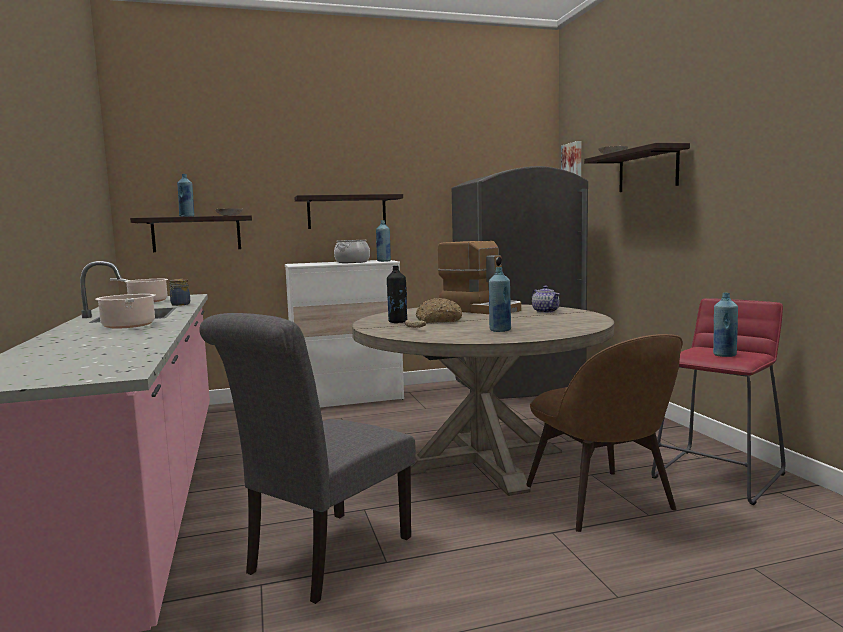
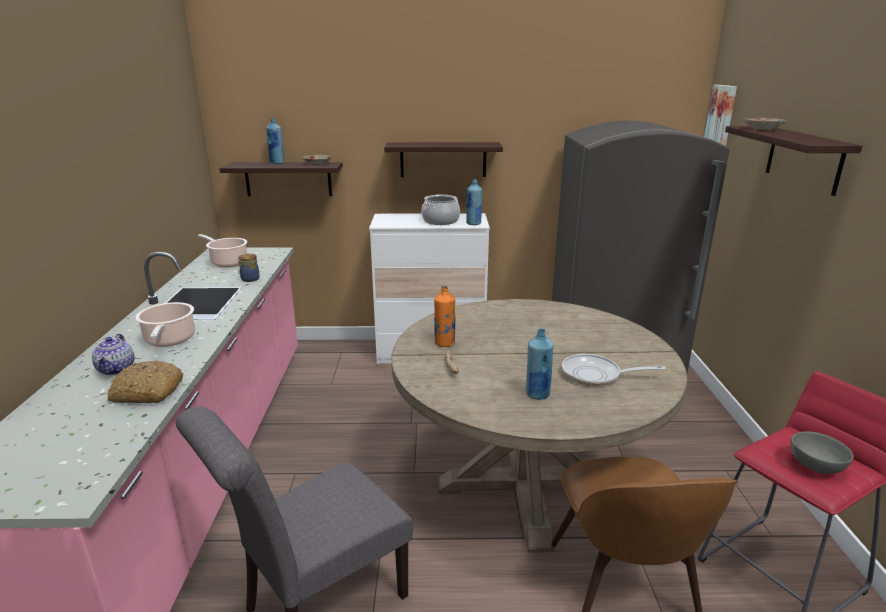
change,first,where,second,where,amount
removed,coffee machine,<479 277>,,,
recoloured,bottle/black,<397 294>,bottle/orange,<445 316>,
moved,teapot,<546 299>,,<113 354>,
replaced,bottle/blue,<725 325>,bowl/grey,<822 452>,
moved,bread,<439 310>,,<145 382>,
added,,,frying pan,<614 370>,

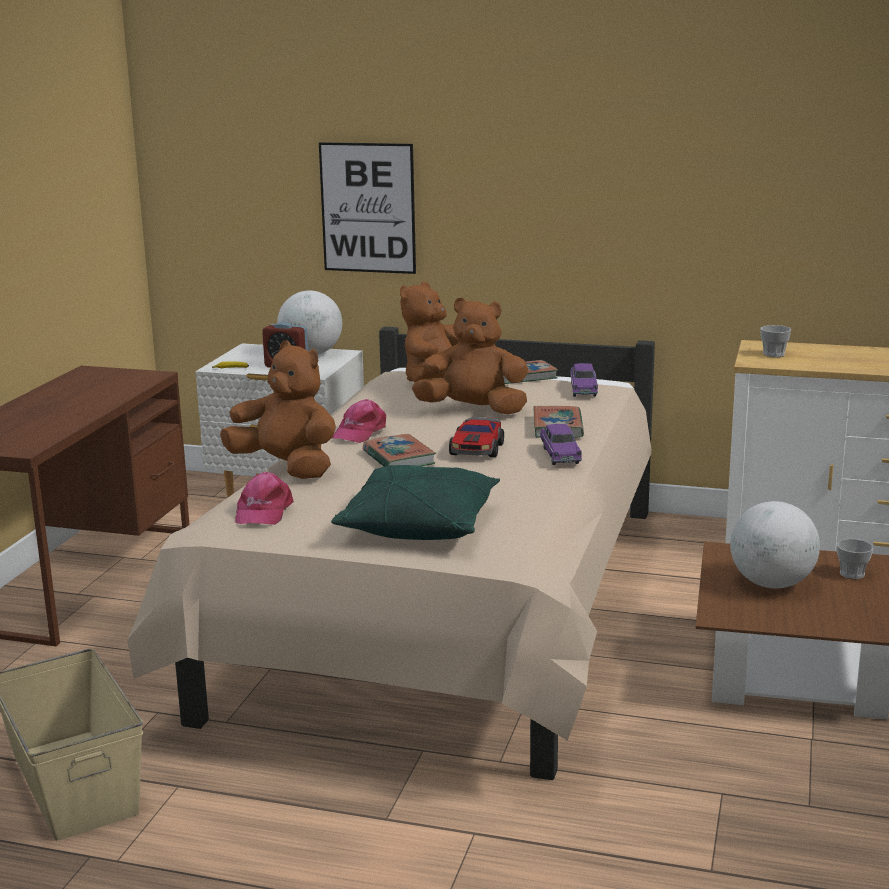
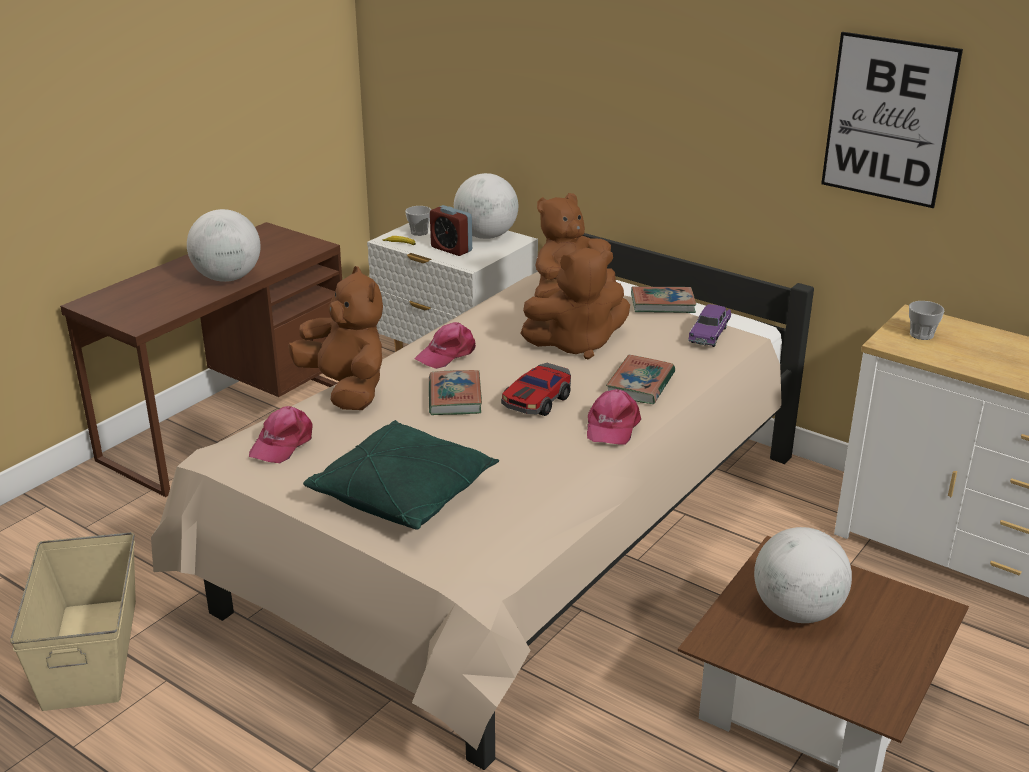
change,first,where,second,where,amount
moved,picture,<367 208>,,<892 120>,
turned,plush toy/brown,<470 356>,,<575 304>,135 degrees clockwise
replaced,toy car/purple,<561 444>,cap/pink,<614 417>,
moved,cup,<855 559>,,<418 221>,
added,,,globe,<224 245>,

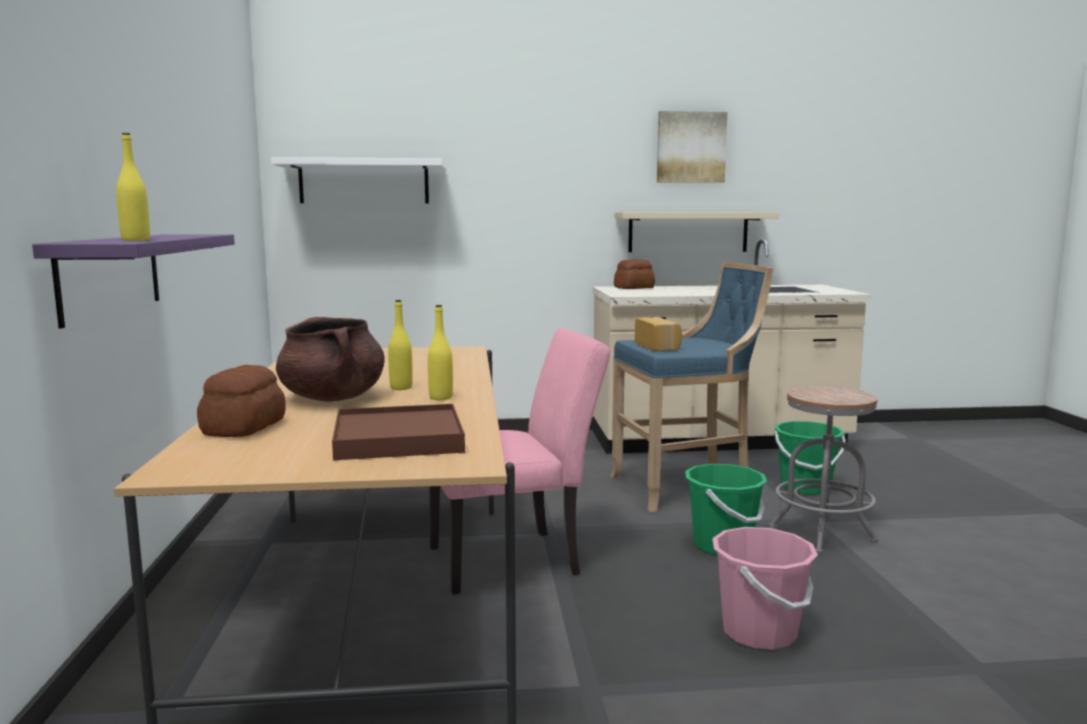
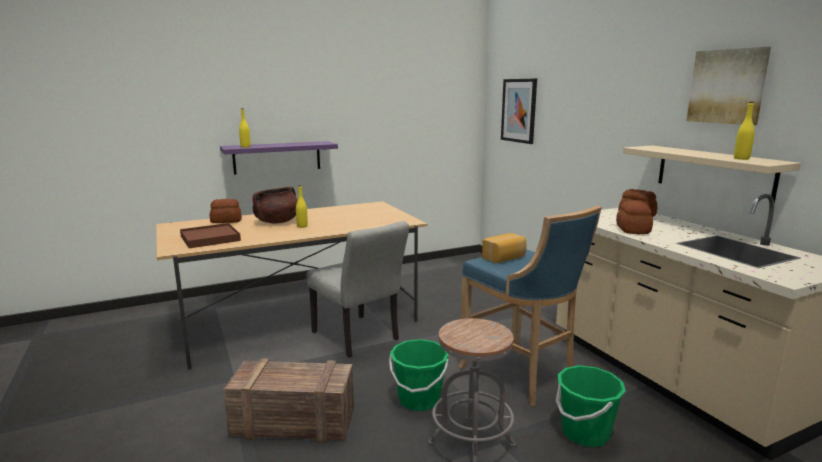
change,first,where,second,where,amount
replaced,shelf/white,<357 180>,picture,<519 111>,
moved,bottle/yellow,<440 352>,,<744 131>,
recoloured,chair/pink,<520 461>,chair/grey,<358 289>,
replaced,bucket/pink,<765 588>,crate,<288 400>,
added,,,bread,<634 217>,

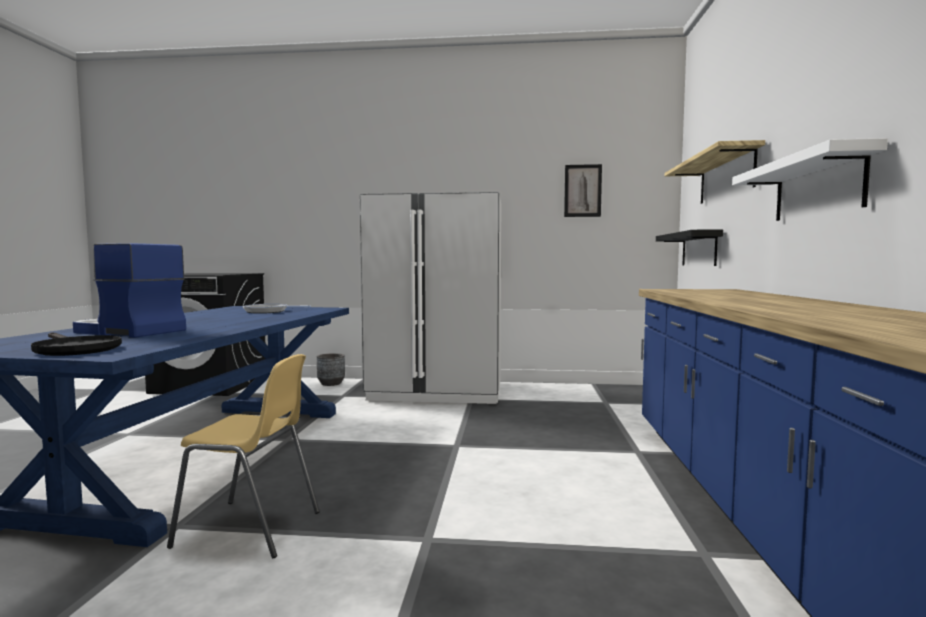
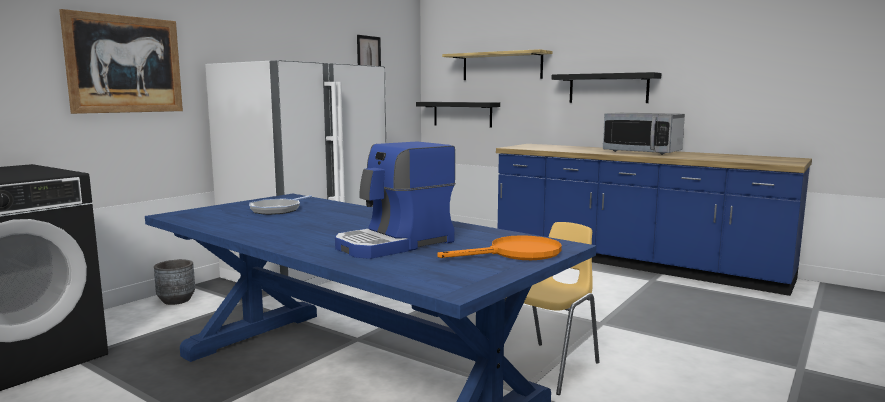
change,first,where,second,where,amount
recoloured,shelf/white,<810 179>,shelf/black,<606 87>,
recoloured,frying pan/black,<76 344>,frying pan/orange,<499 247>,
added,,,picture,<121 61>,
added,,,microwave,<644 134>,

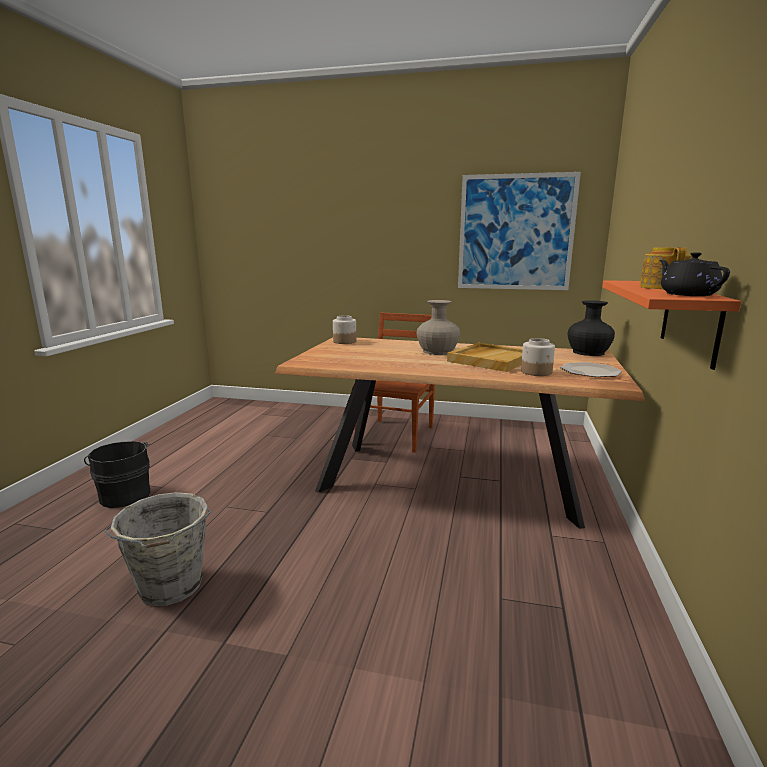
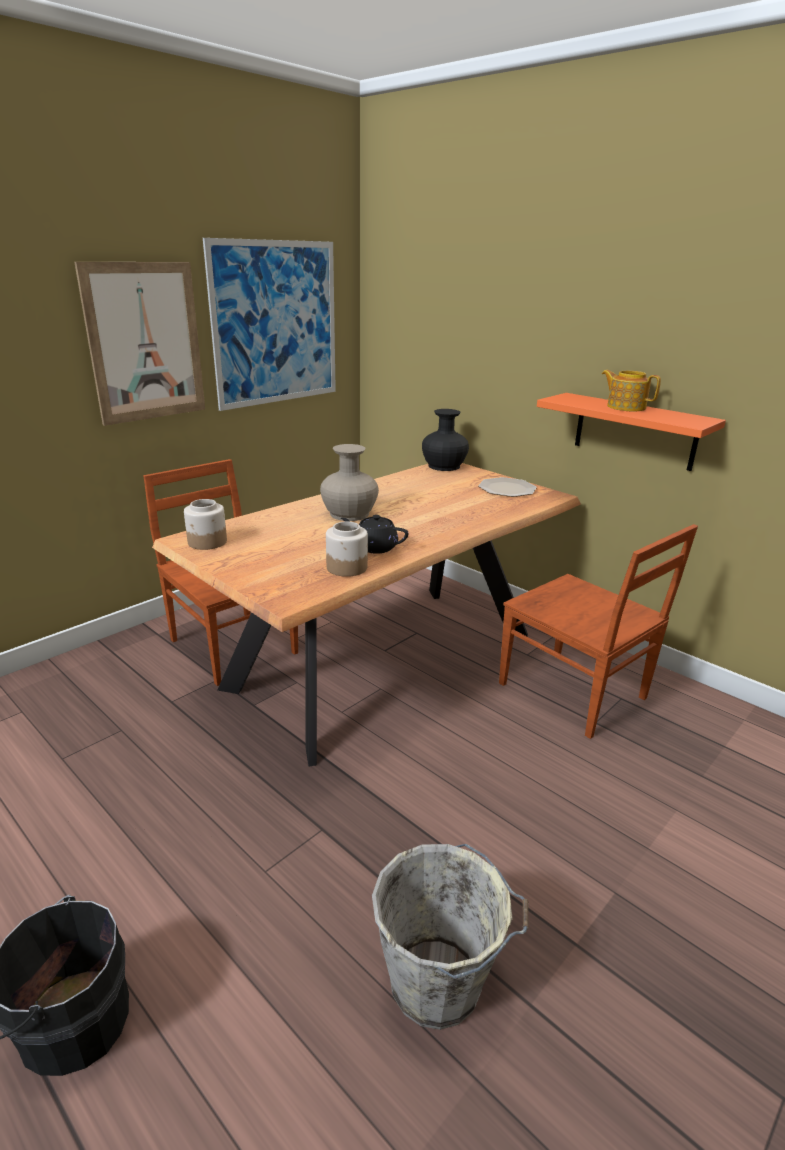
change,first,where,second,where,amount
moved,teapot/black,<694 274>,,<375 534>,
moved,jar,<538 357>,,<347 549>,
removed,tray/beige,<485 357>,,,
added,,,picture,<139 344>,
added,,,chair/brown,<598 631>,

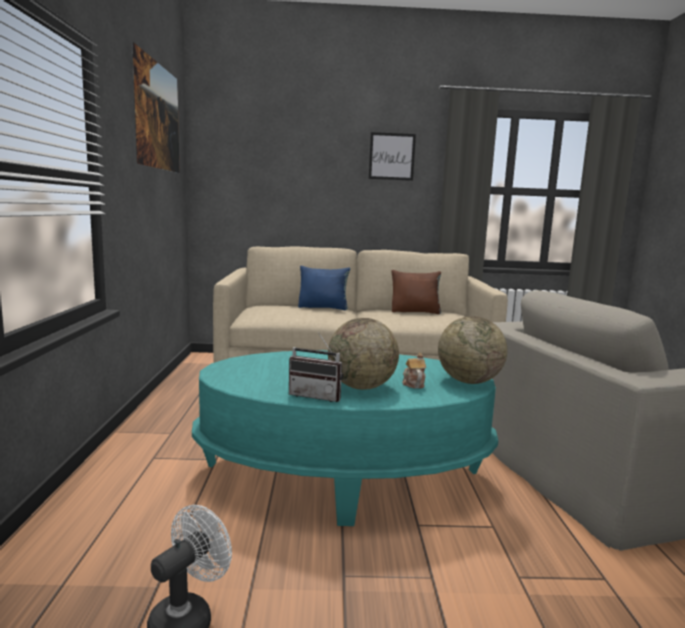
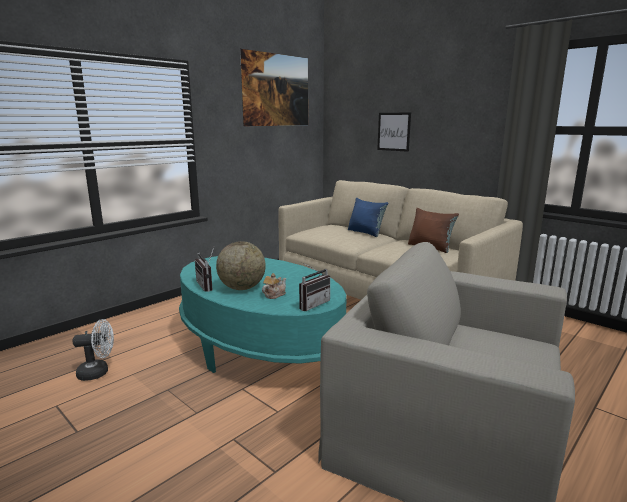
change,first,where,second,where,amount
moved,picture,<392 156>,,<394 132>,
replaced,globe,<472 350>,radio,<314 286>,

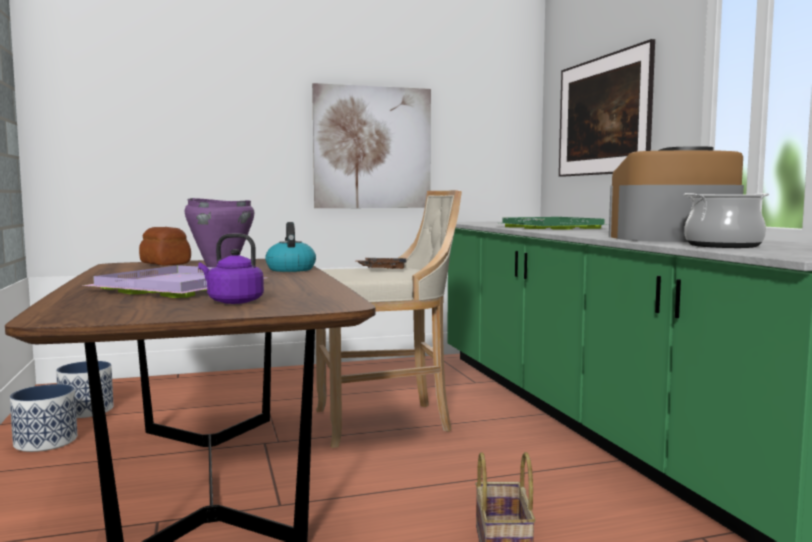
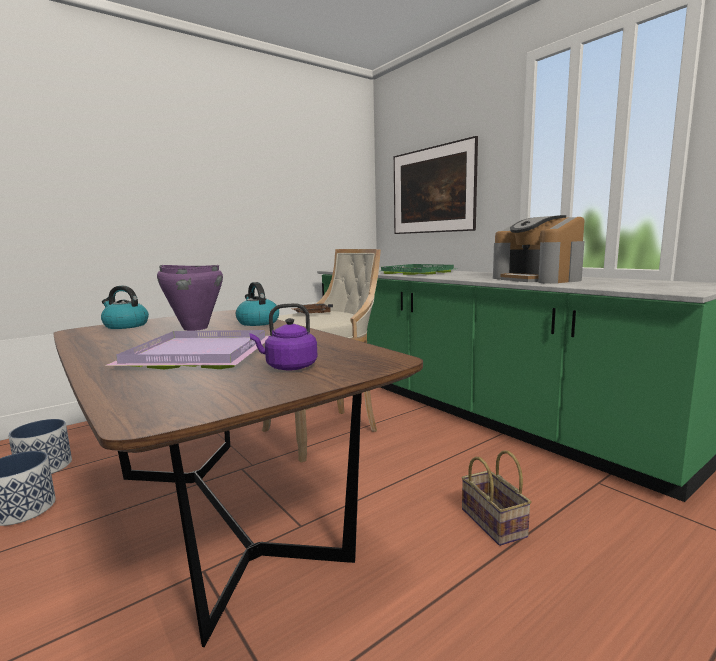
change,first,where,second,where,amount
removed,picture,<371 145>,,,
turned,coffee machine,<676 194>,,<539 249>,90 degrees counterclockwise
removed,cooking pot,<726 220>,,,
replaced,bread,<165 246>,kettle,<125 307>,

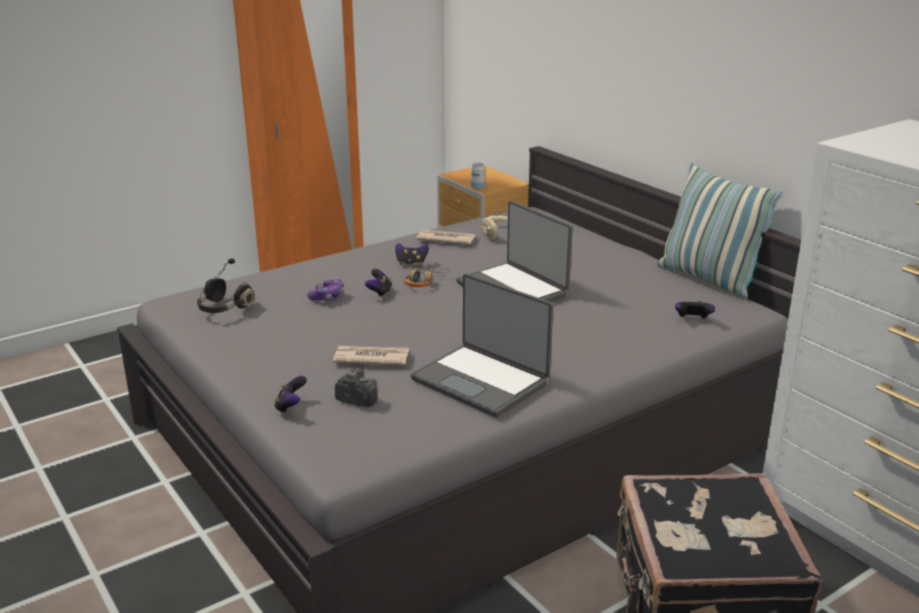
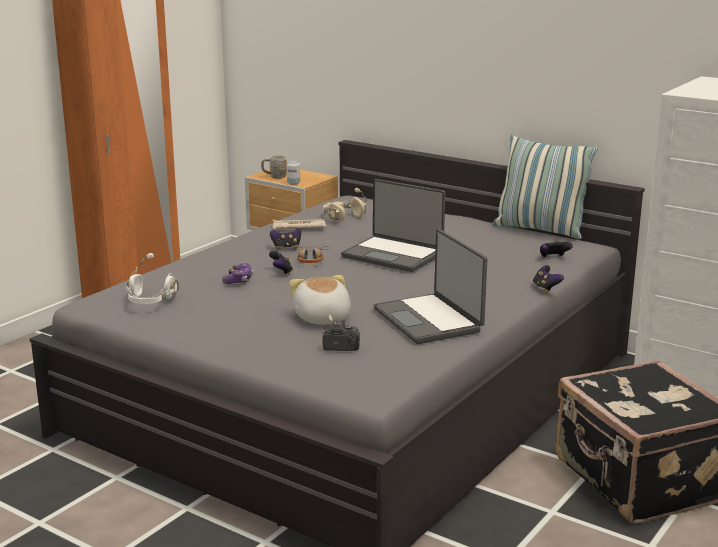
change,first,where,second,where,amount
recoloured,headphones/black,<226 285>,headphones/white,<152 278>,
turned,laptop,<481 345>,,<430 286>,45 degrees clockwise
replaced,newspaper,<371 355>,plush toy,<320 300>,
moved,game controller,<290 395>,,<548 279>,
added,,,mug/grey,<274 167>,

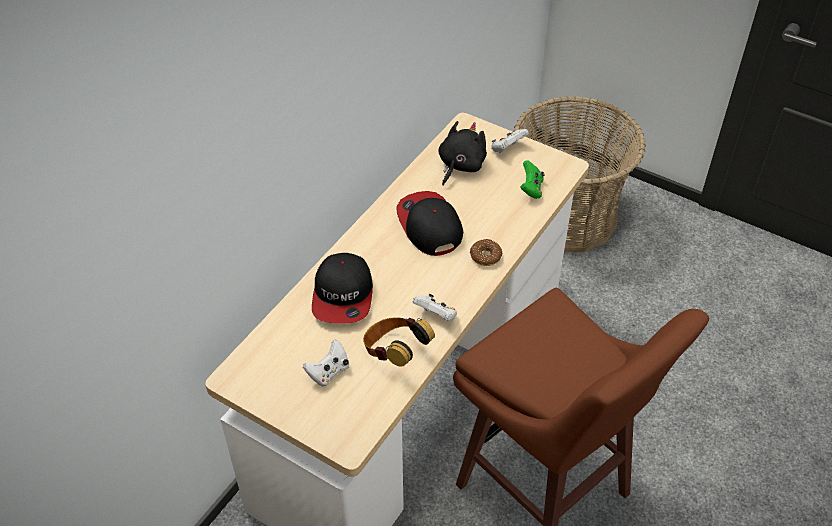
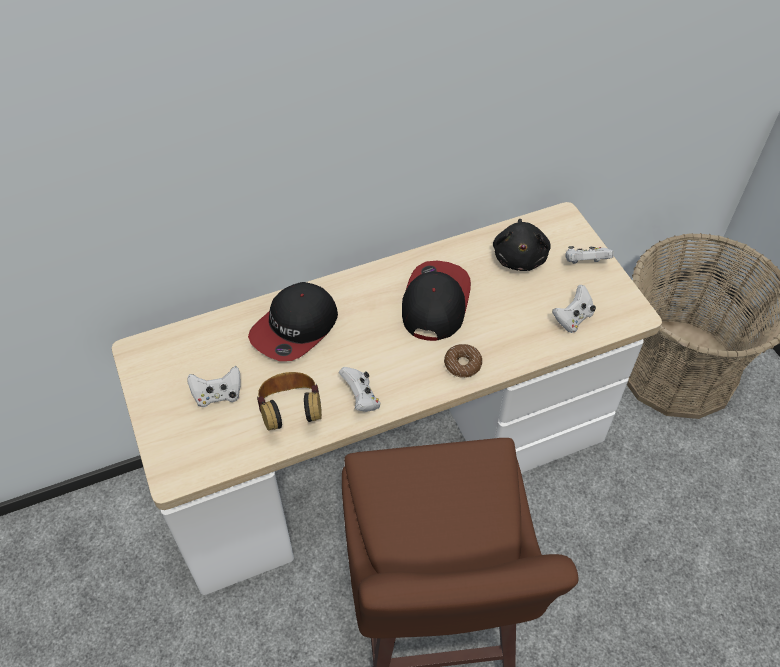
change,first,where,second,where,amount
turned,plush toy/black,<462 153>,,<522 245>,120 degrees clockwise
recoloured,game controller/green,<532 179>,game controller/white,<574 309>,

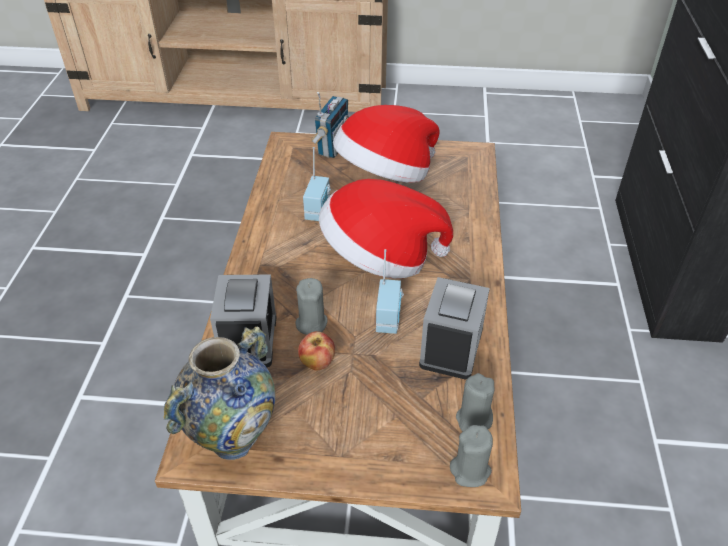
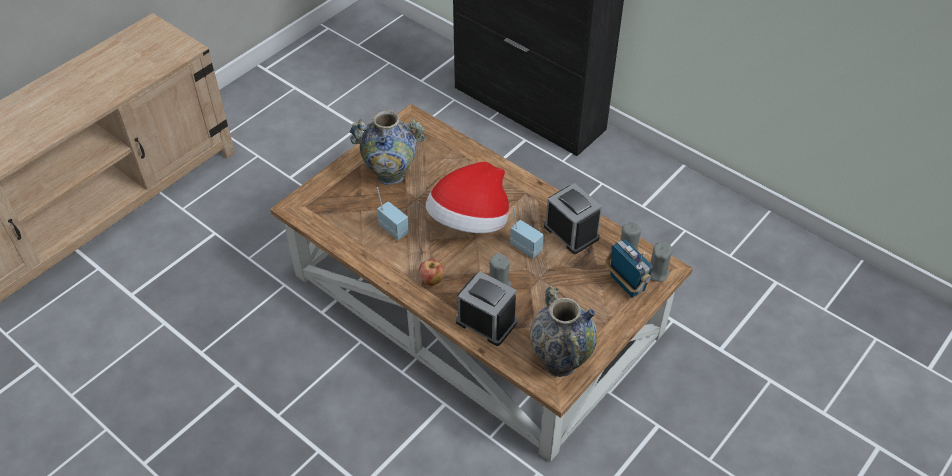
change,first,where,second,where,amount
moved,radio,<329 125>,,<629 268>,
replaced,hat,<386 144>,vase,<387 147>,
moved,apple,<316 351>,,<431 272>,

